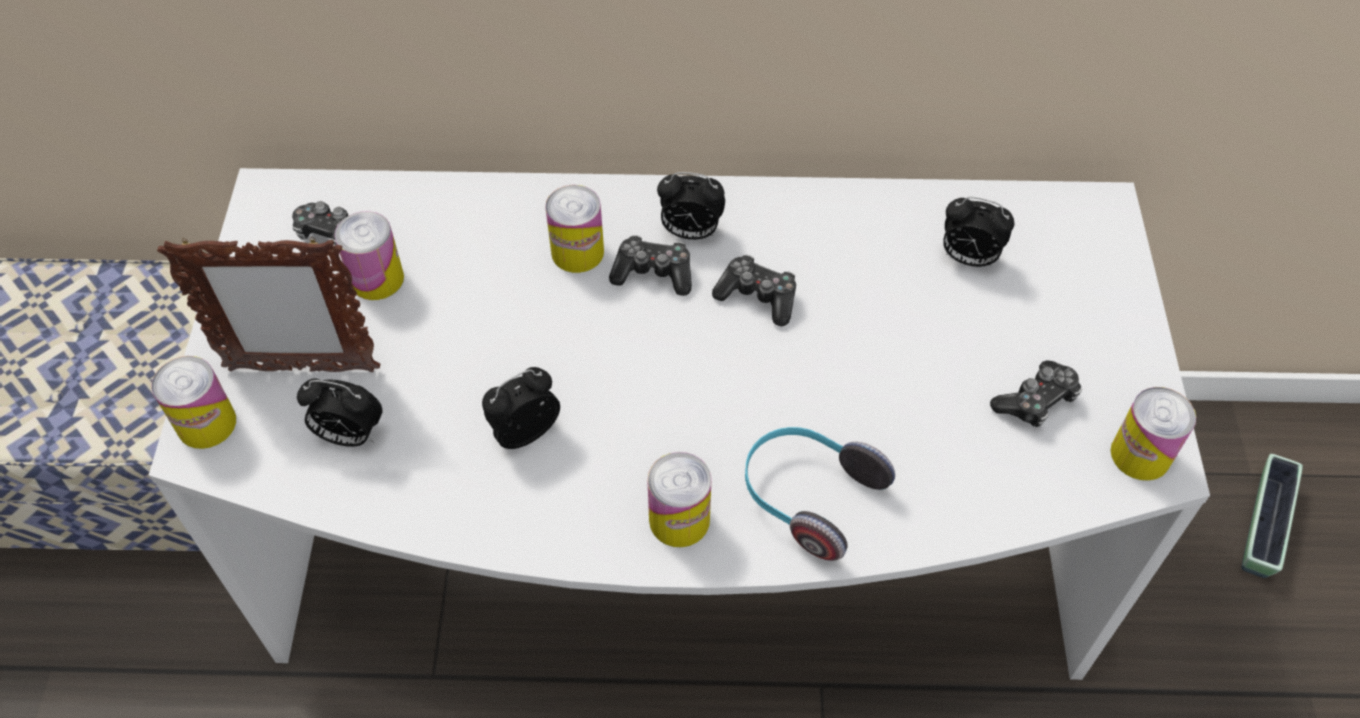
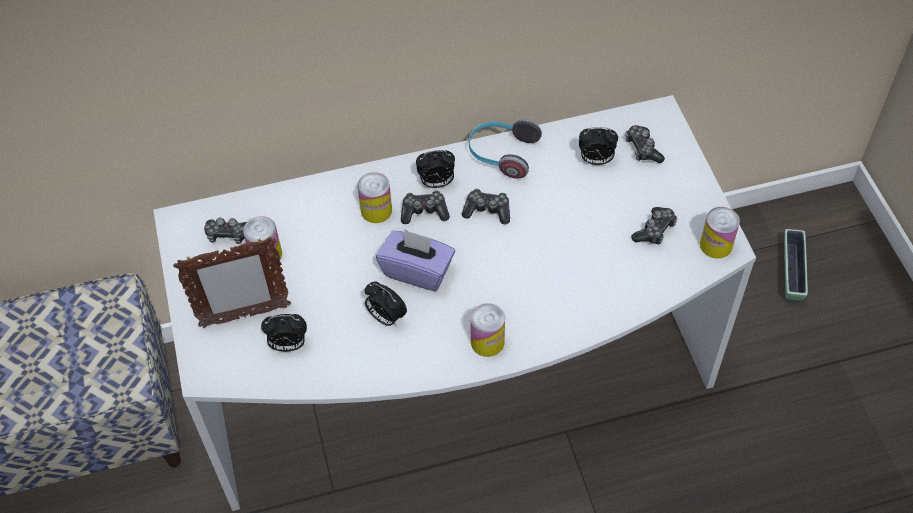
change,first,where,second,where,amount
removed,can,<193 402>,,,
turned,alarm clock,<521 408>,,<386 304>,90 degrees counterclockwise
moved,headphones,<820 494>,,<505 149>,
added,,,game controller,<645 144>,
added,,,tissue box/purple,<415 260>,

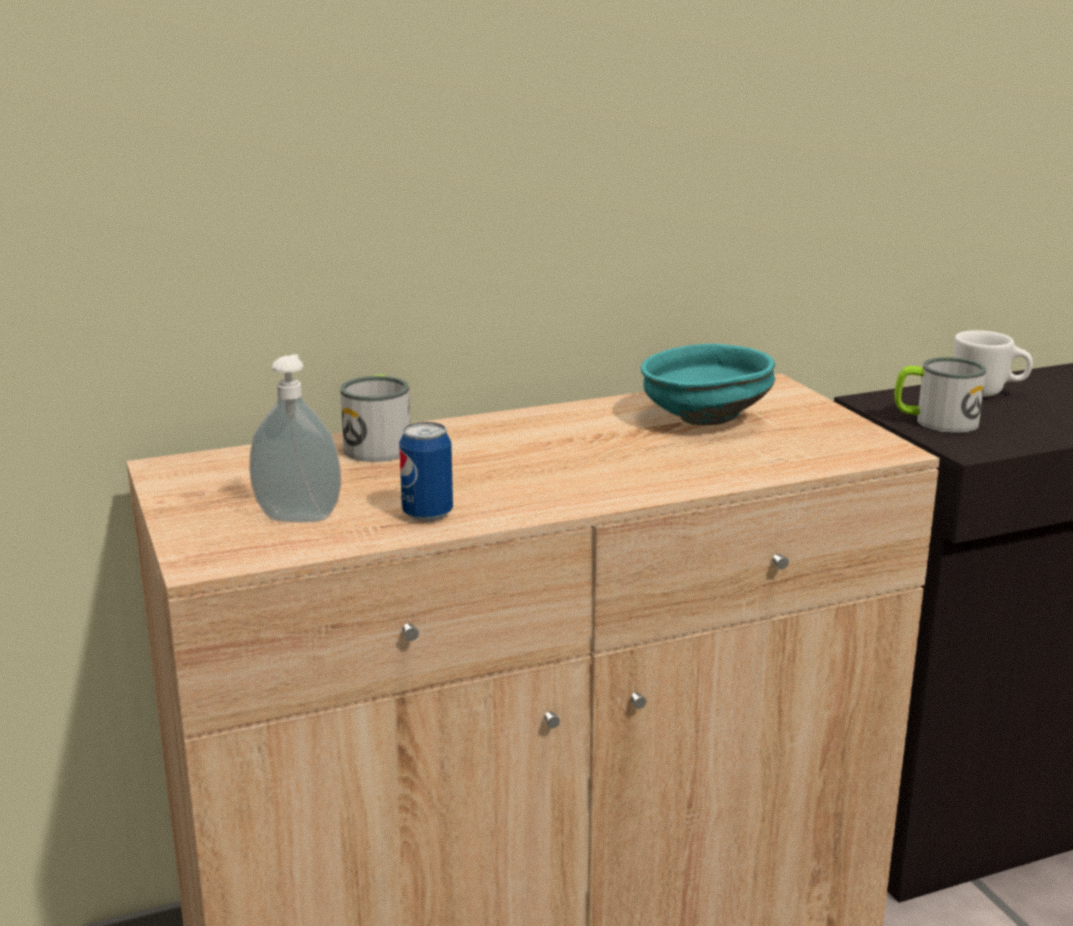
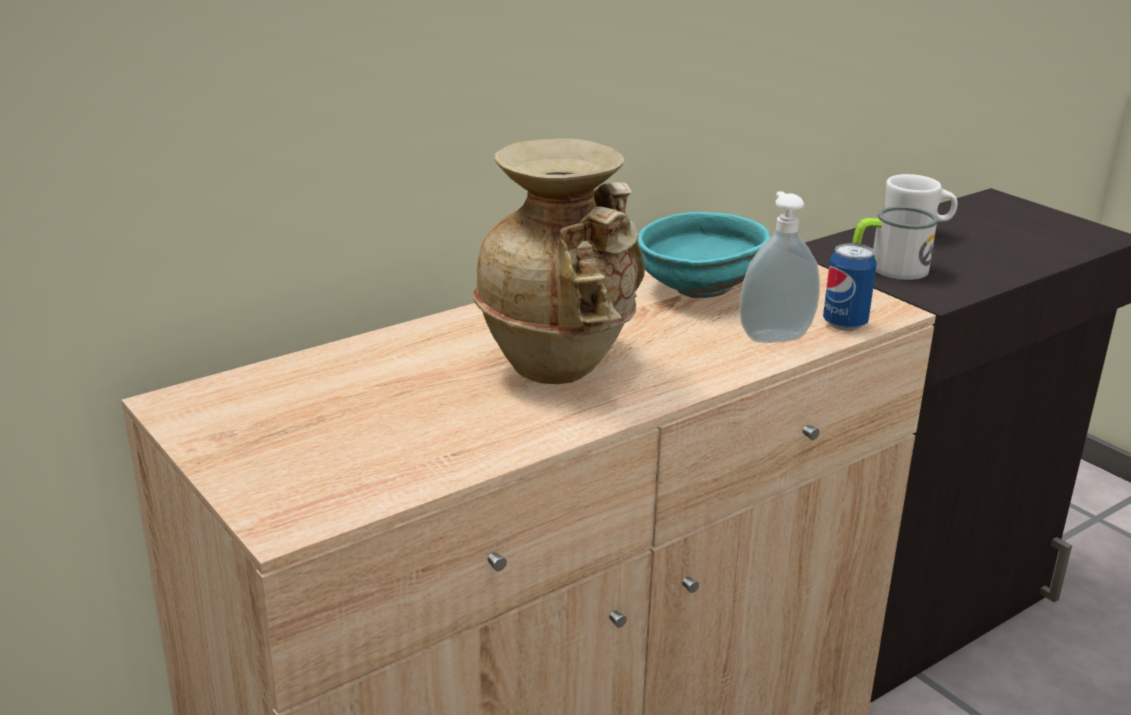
change,first,where,second,where,amount
moved,soap dispenser,<295 438>,,<779 267>,
removed,mug,<375 418>,,,
moved,can,<426 472>,,<850 287>,
added,,,vase/beige,<558 261>,

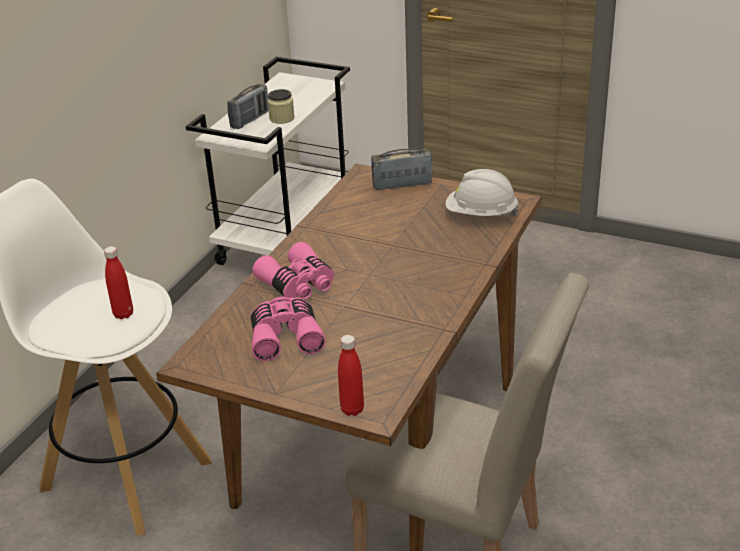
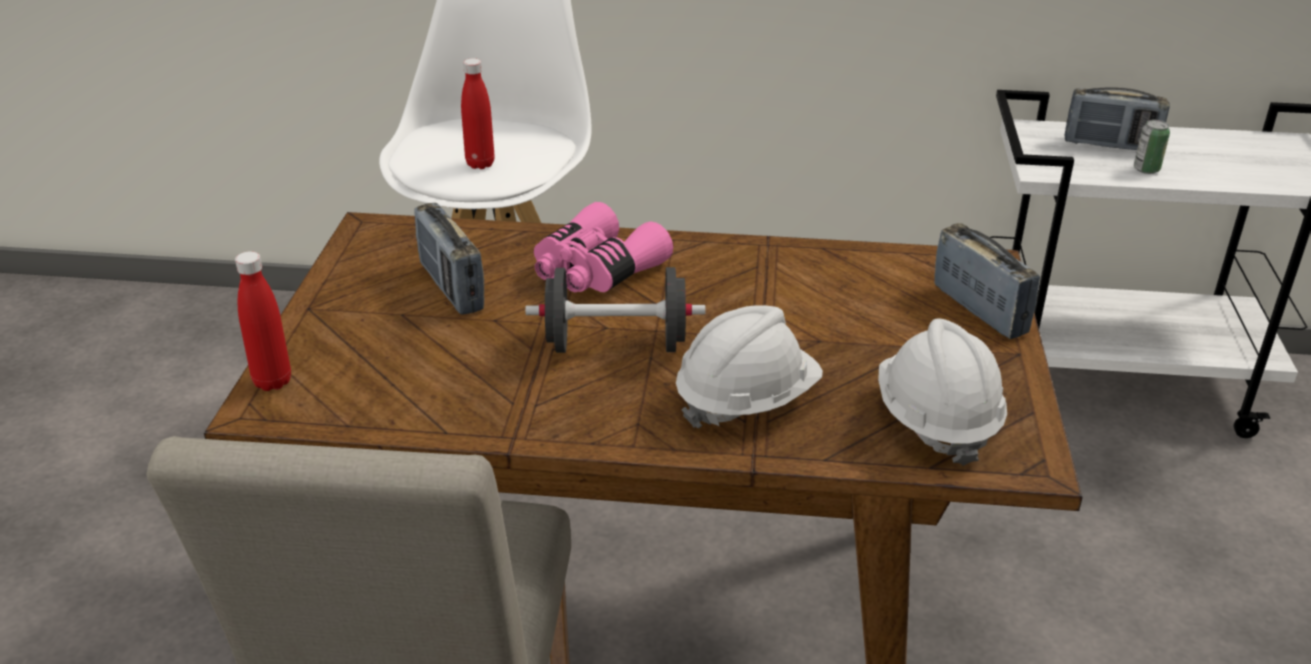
change,first,where,second,where,amount
replaced,jar,<281 106>,can,<1152 147>,
replaced,binoculars/pink,<288 329>,radio,<449 259>,
added,,,dumbbell/black,<615 310>,
added,,,hard hat/white,<749 367>,

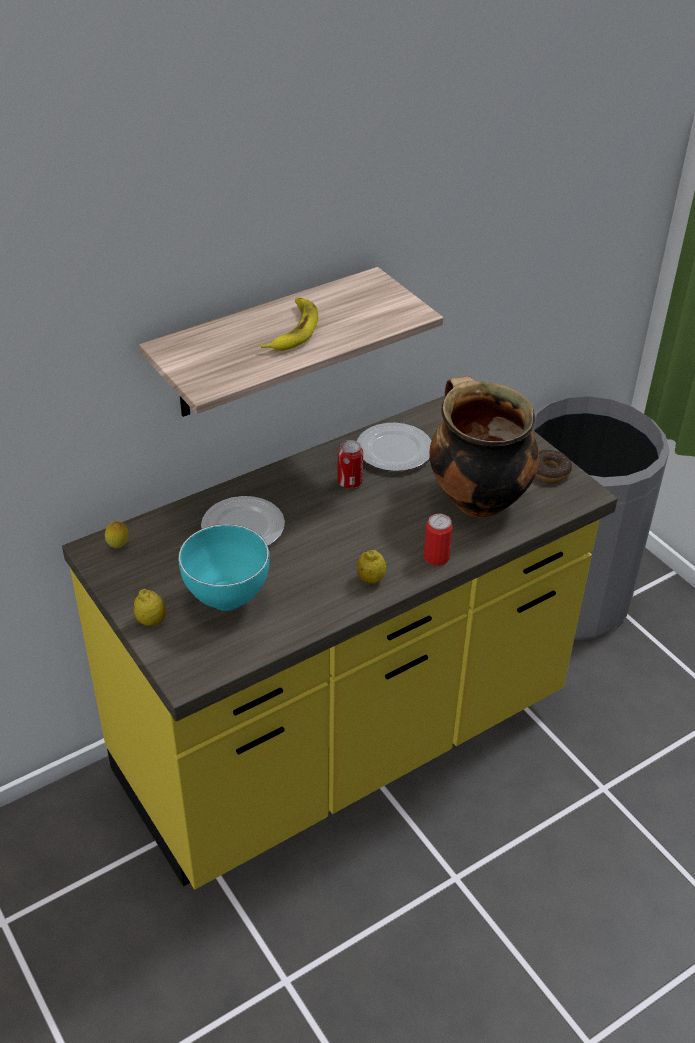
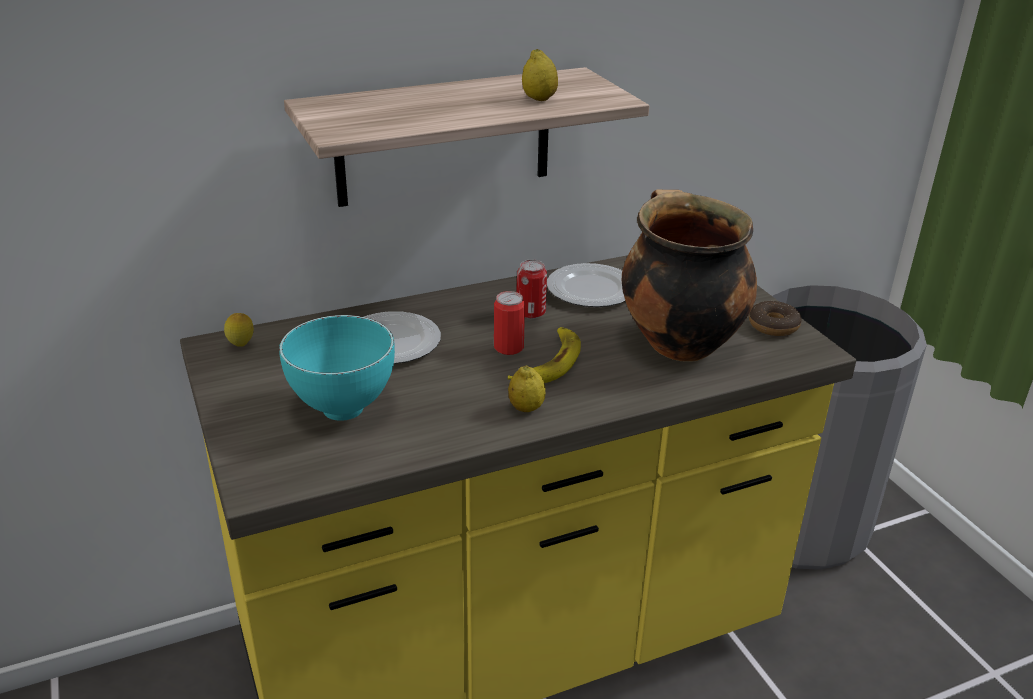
change,first,where,second,where,amount
moved,banana,<289 324>,,<544 355>,
moved,can,<438 540>,,<509 323>,
moved,lemon,<150 607>,,<540 75>,

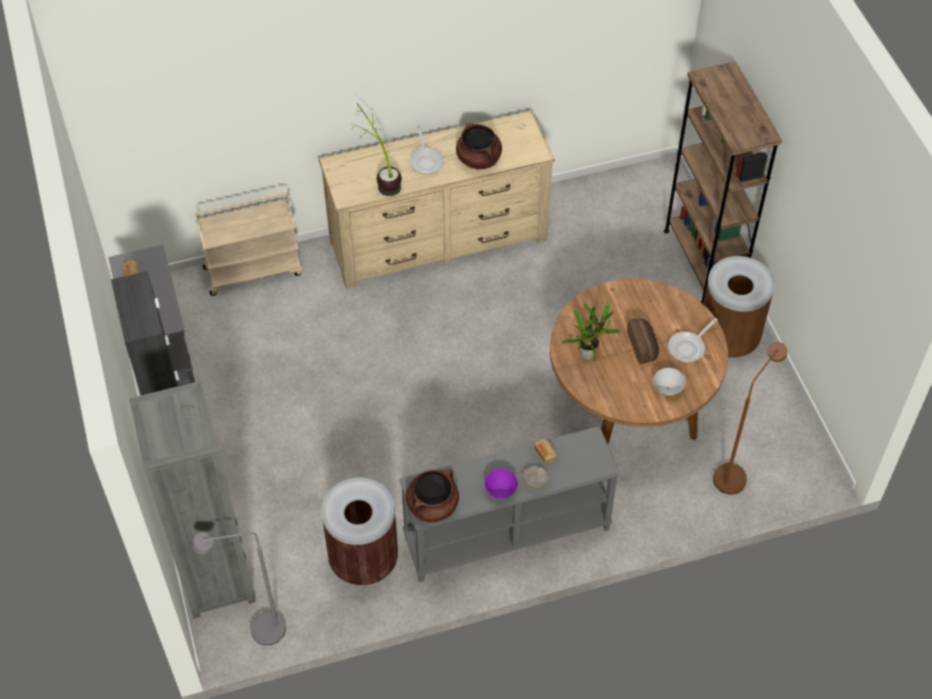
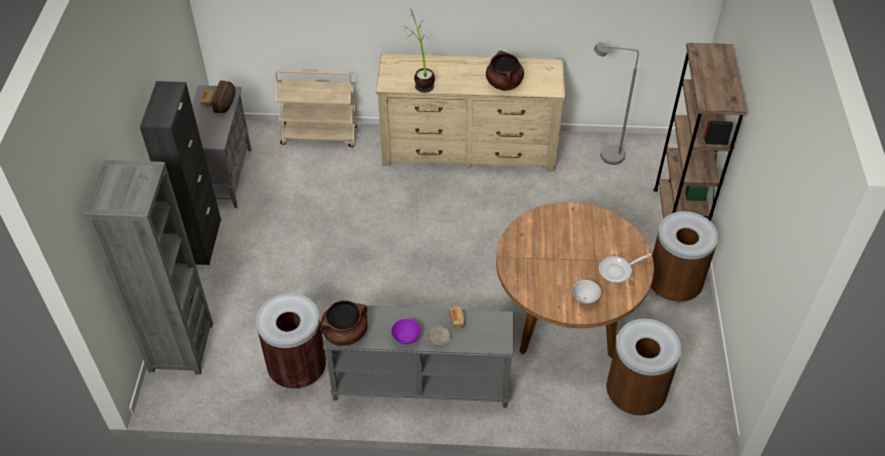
change,first,where,second,where,amount
removed,frying pan,<427 151>,,,
removed,potted plant,<590 332>,,,
moved,bread,<643 341>,,<223 96>,
replaced,floor lamp/brown,<750 418>,trash can/brown,<643 367>,
moved,floor lamp/grey,<238 588>,,<616 103>,

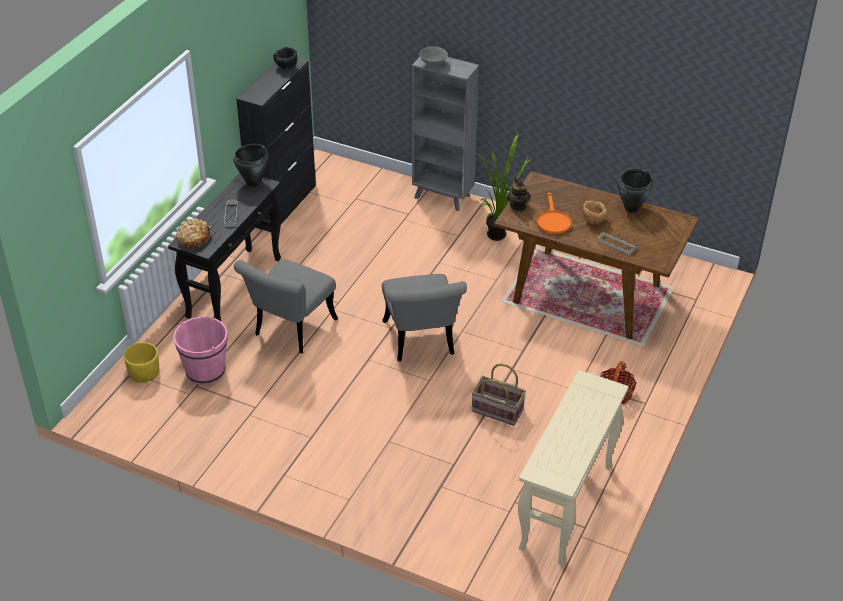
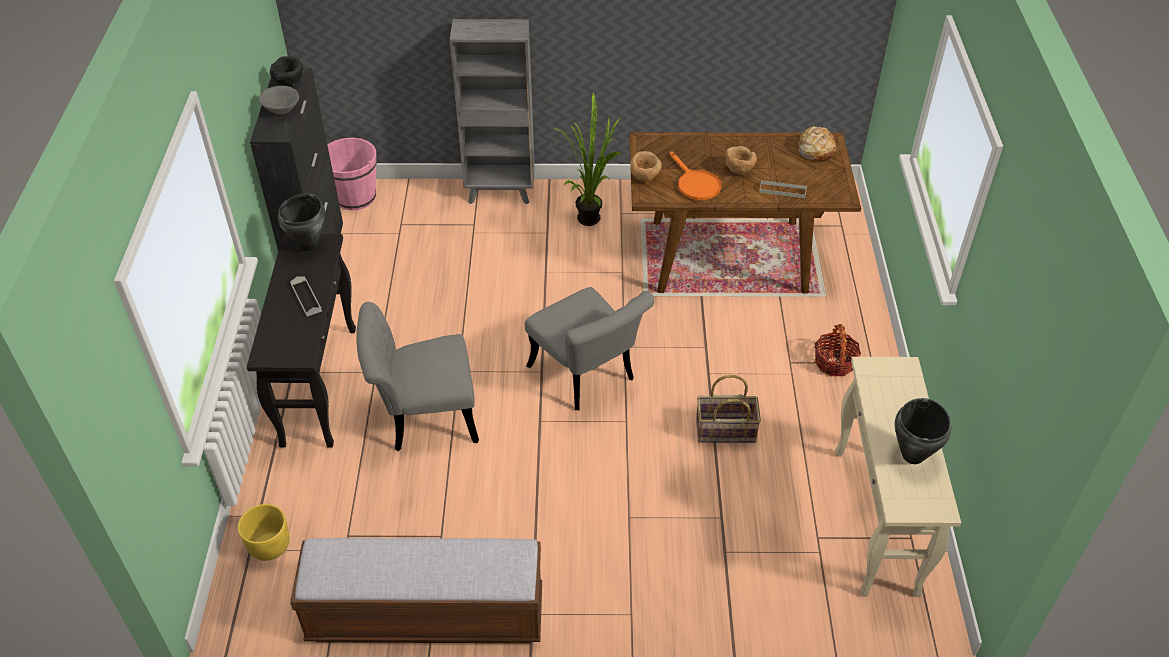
change,first,where,second,where,amount
moved,bowl/grey,<434 57>,,<279 100>,
moved,cooking pot/black,<635 191>,,<923 431>,
replaced,teapot,<519 194>,bowl/brown,<646 166>,
moved,bread,<193 233>,,<817 143>,
turned,chair/grey,<286 306>,,<417 376>,75 degrees clockwise
moved,bucket/pink,<200 351>,,<352 174>,
added,,,bench,<416 590>,

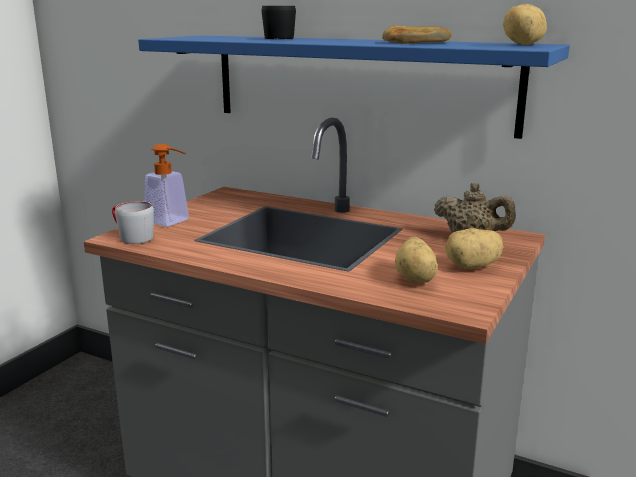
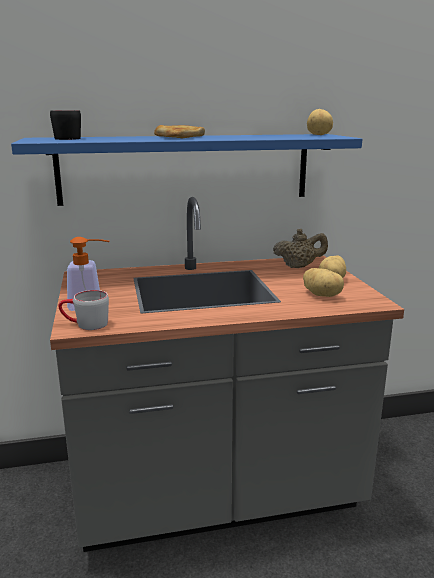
change,first,where,second,where,amount
moved,mug/black,<279 22>,,<65 125>,
moved,bread,<417 34>,,<179 131>,

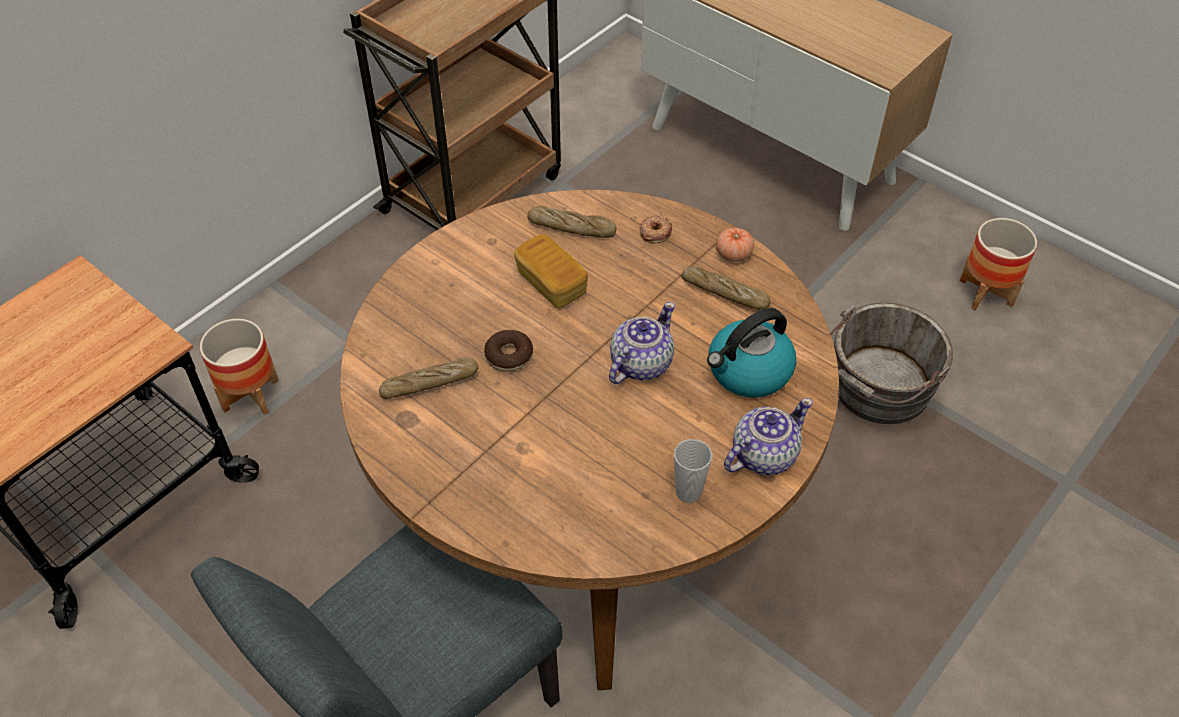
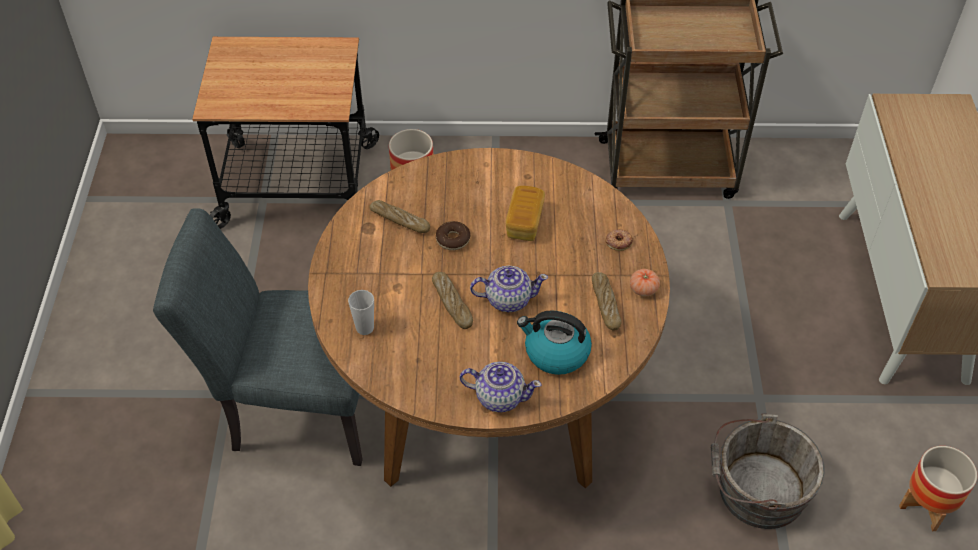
change,first,where,second,where,amount
moved,bread,<571 222>,,<452 300>,
moved,cup,<693 471>,,<361 312>,

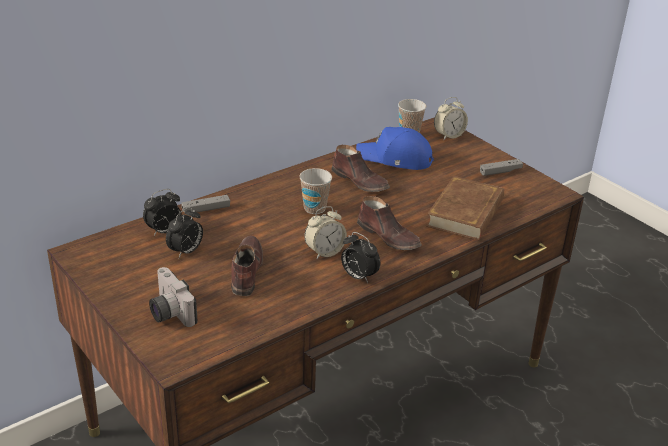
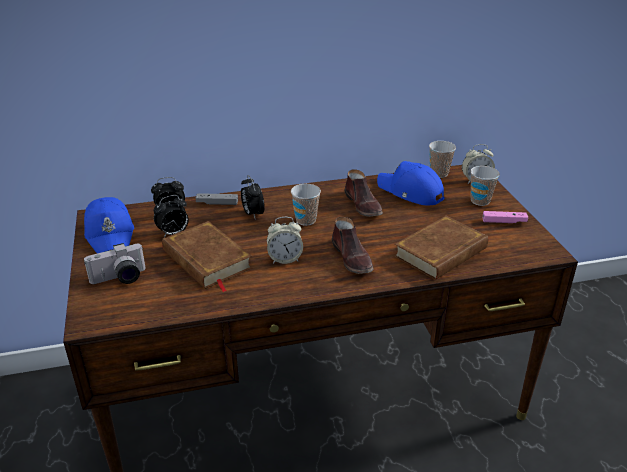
change,first,where,second,where,amount
recoloured,game controller/grey,<501 167>,game controller/pink,<505 217>,
moved,alarm clock,<360 257>,,<253 197>,
replaced,shoe/brown,<247 266>,book/brown,<207 256>,
turned,photo camera,<173 297>,,<115 263>,105 degrees counterclockwise
added,,,cup,<485 186>,
added,,,cap/blue,<109 225>,

